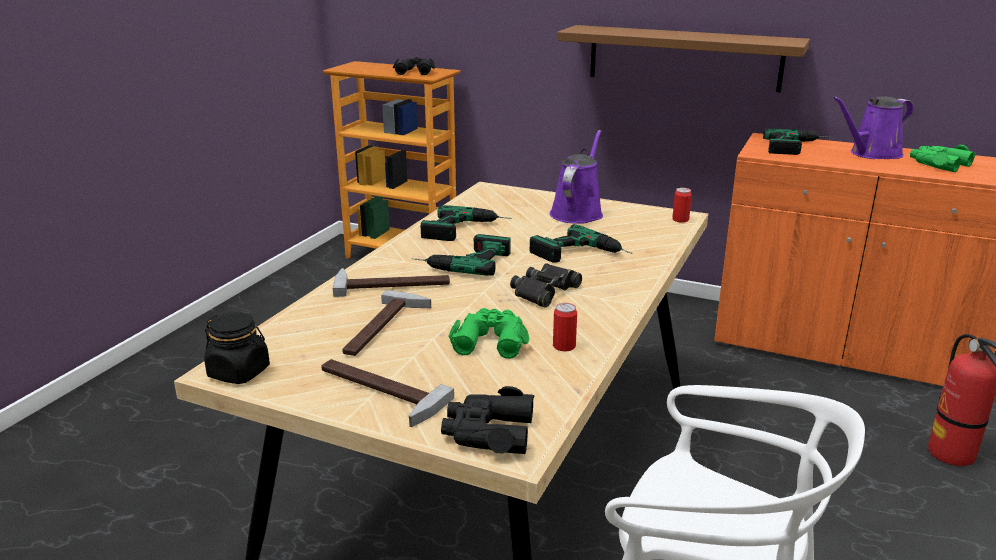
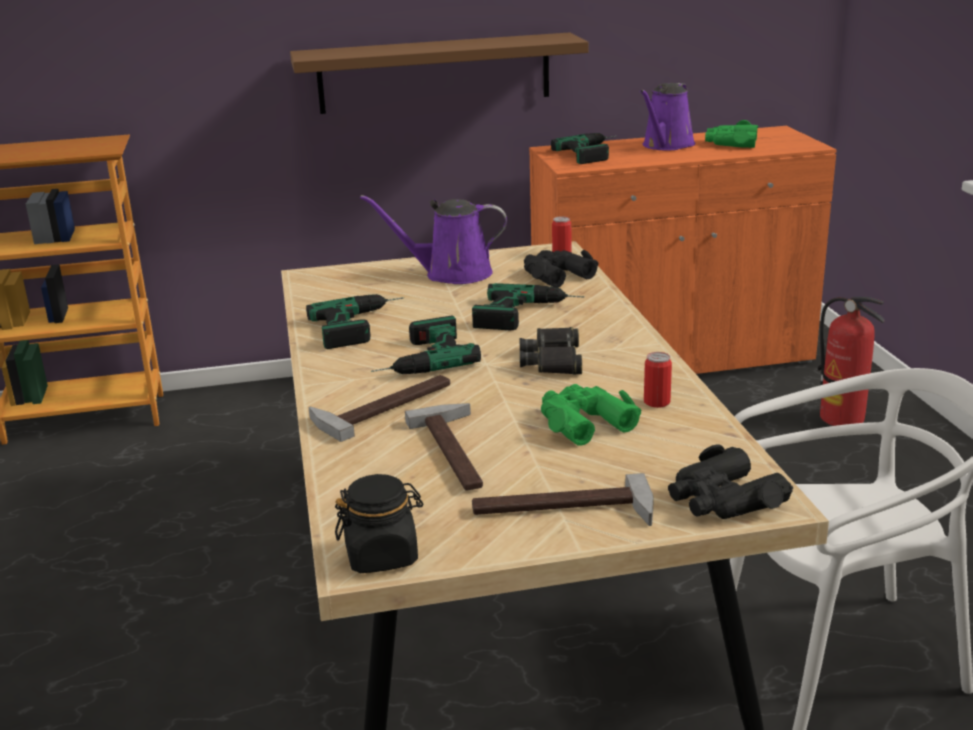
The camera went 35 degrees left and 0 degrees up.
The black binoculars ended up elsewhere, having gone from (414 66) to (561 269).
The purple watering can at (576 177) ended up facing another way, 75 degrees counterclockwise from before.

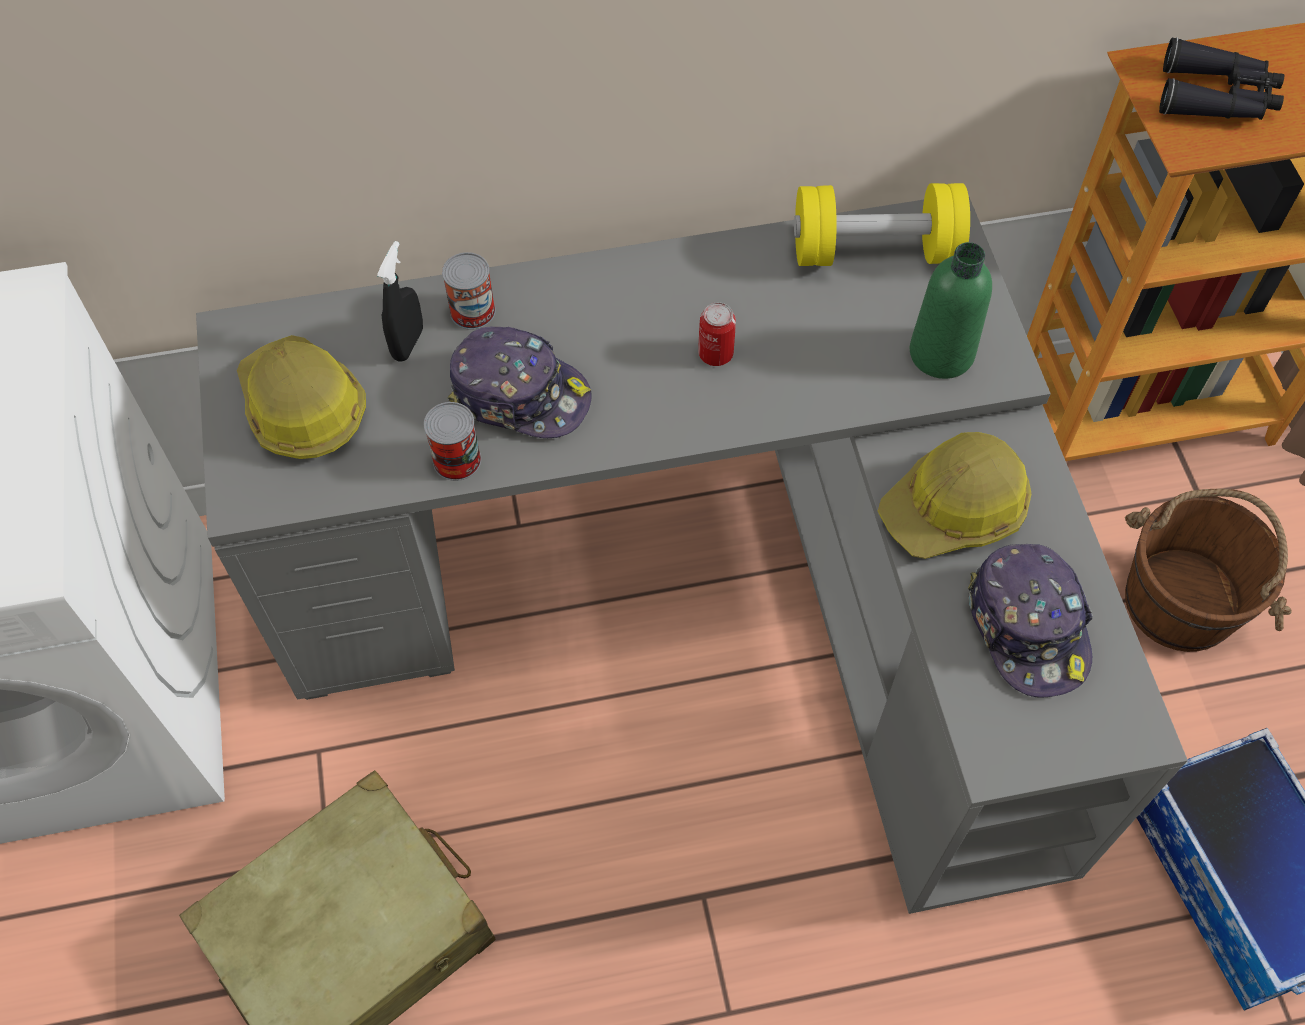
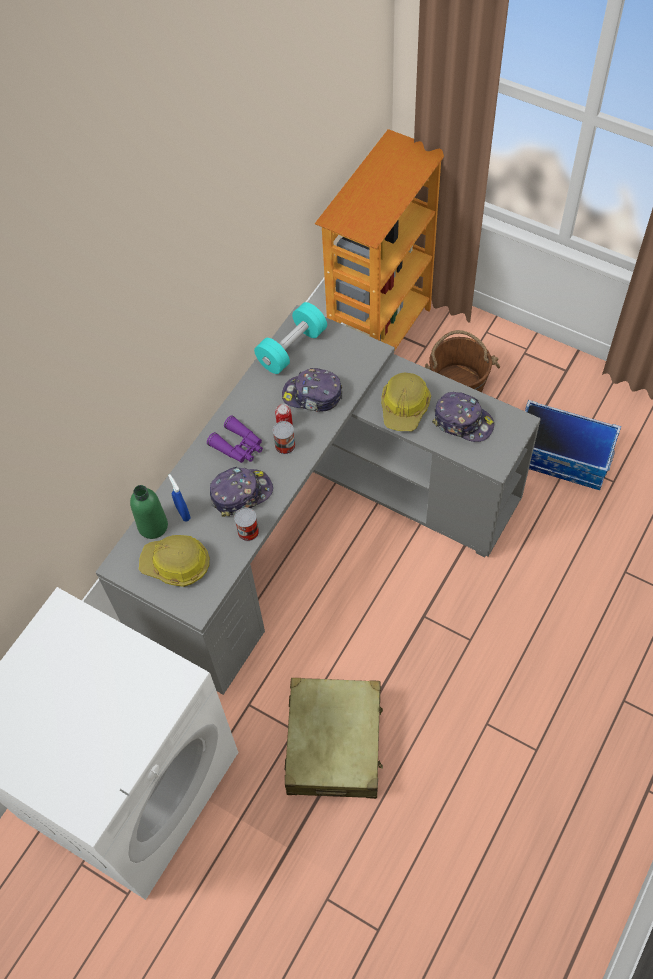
The camera went 45 degrees left and 0 degrees up.
The second view lost the black binoculars at (1221 78).
The second view gained the purple binoculars at (235 439).
The second view gained the cap at (312 390).
The can ended up elsewhere, having gone from (469 291) to (284 437).
The green bottle ended up elsewhere, having gone from (951 310) to (149 512).
What was the black spray bottle at (400 301) turned into the blue spray bottle at (179 498).
What was the yellow dumbbell at (882 224) turned into the turquoise dumbbell at (290 338).

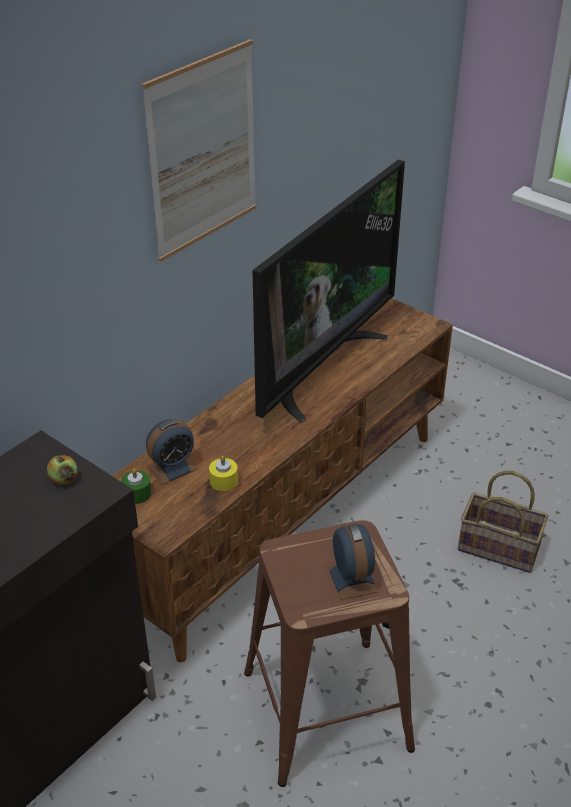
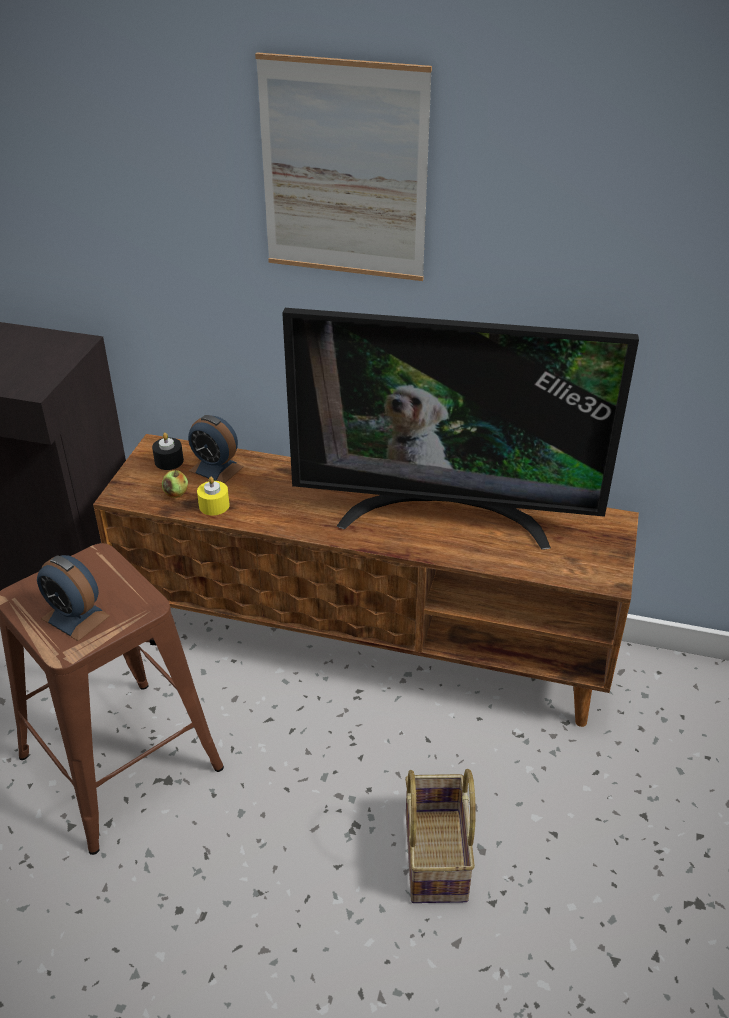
The camera went 65 degrees right and 0 degrees up.
The apple ended up elsewhere, having gone from (62 469) to (175 483).
What was the green candle at (136 486) turned into the black candle at (168 451).
The alarm clock at (352 561) ended up facing another way, 75 degrees clockwise from before.

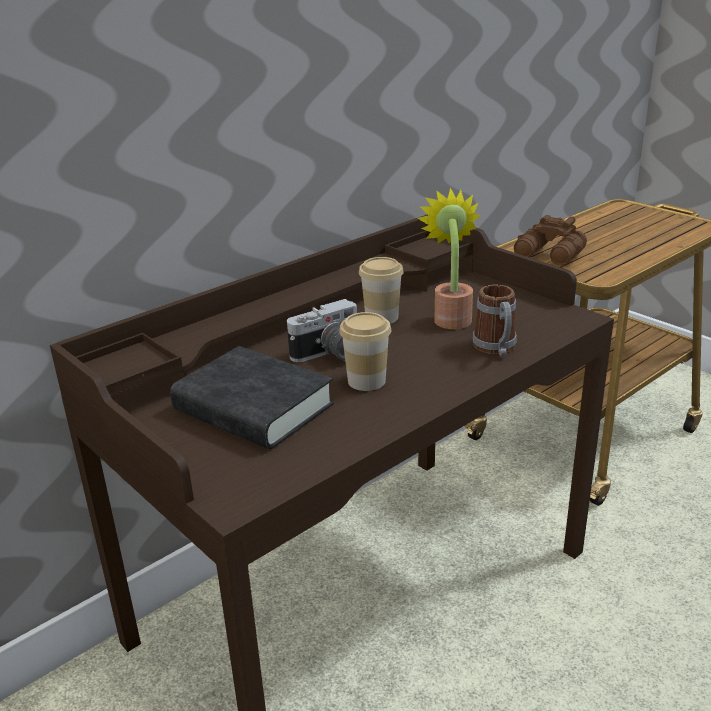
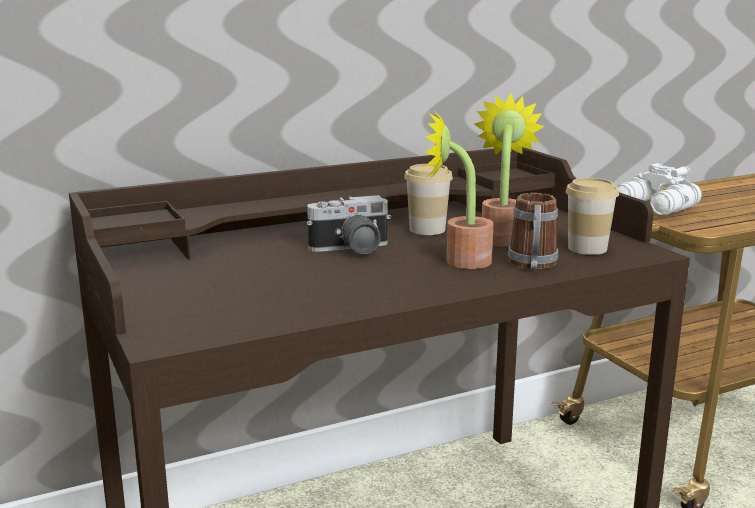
The camera went 15 degrees right and 10 degrees down.
The second view lost the black book at (252 397).
The second view gained the potted plant at (459 188).
The cup ended up elsewhere, having gone from (365 351) to (592 216).
What was the brown binoculars at (550 240) turned into the white binoculars at (659 189).

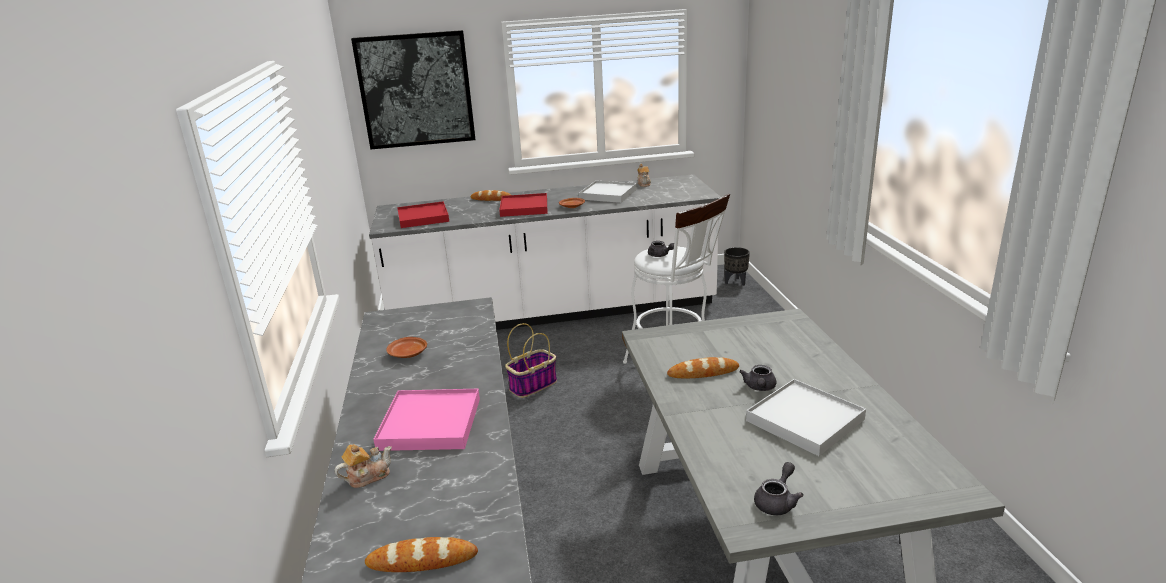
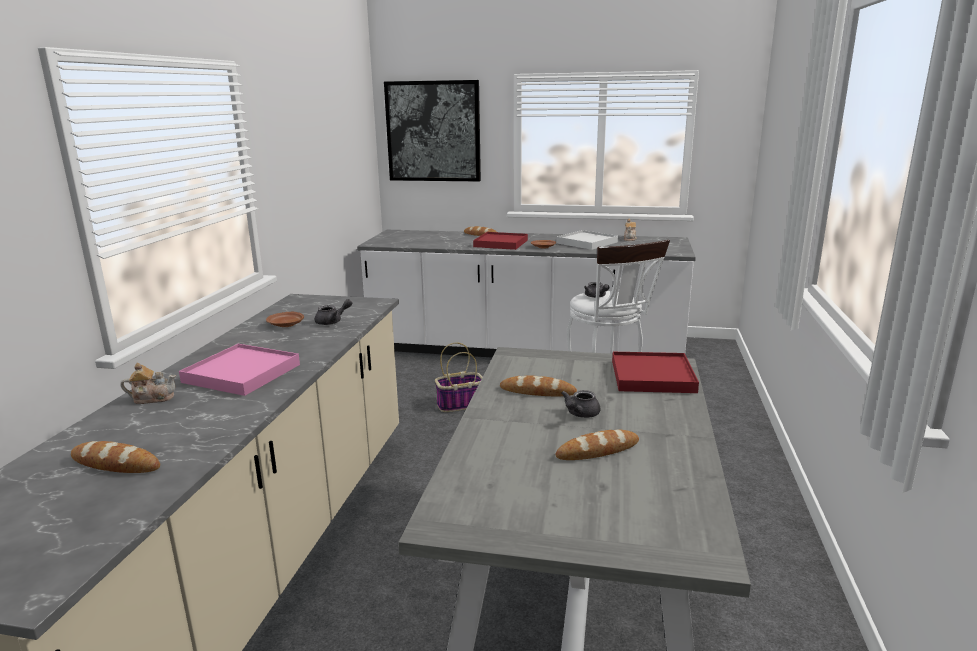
The camera went 20 degrees right and 5 degrees down.
The second view lost the black planter at (737 266).
The red tray ended up elsewhere, having gone from (423 214) to (655 372).
The grey teapot ended up elsewhere, having gone from (779 488) to (333 312).
Where the white tray stood at (806 417), the bread came to stand at (597 444).

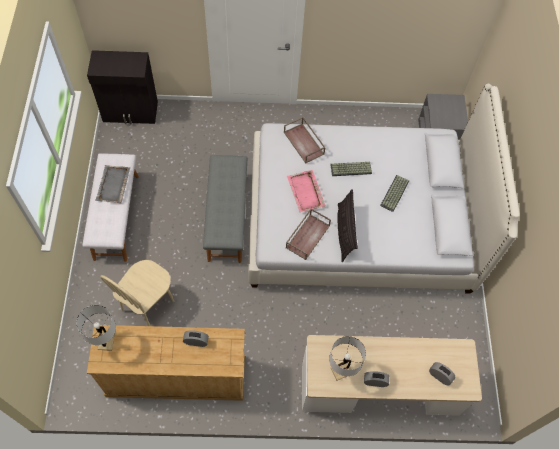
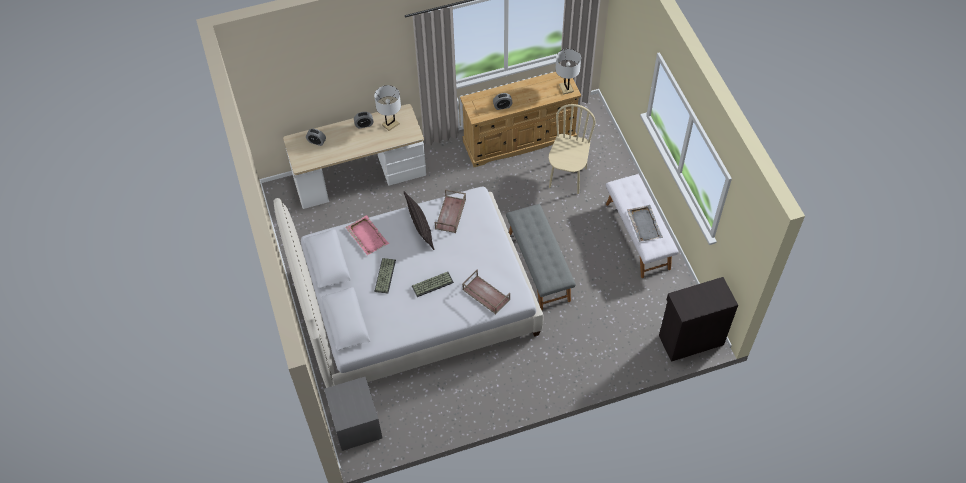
The camera went 165 degrees right and 5 degrees down.
The pink tray ended up elsewhere, having gone from (306 191) to (367 235).

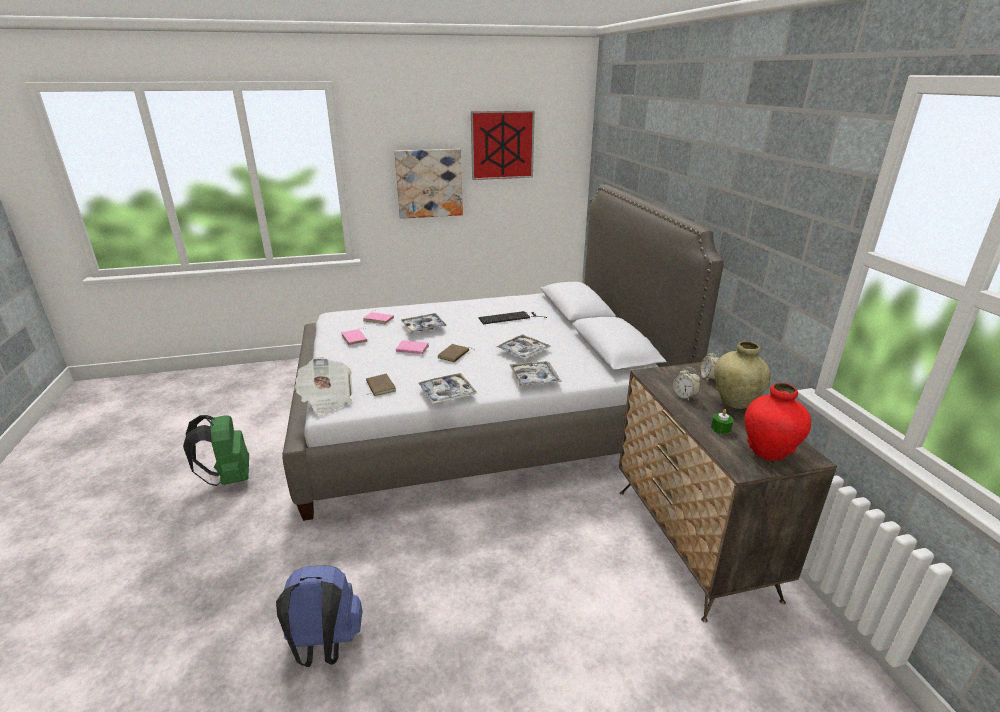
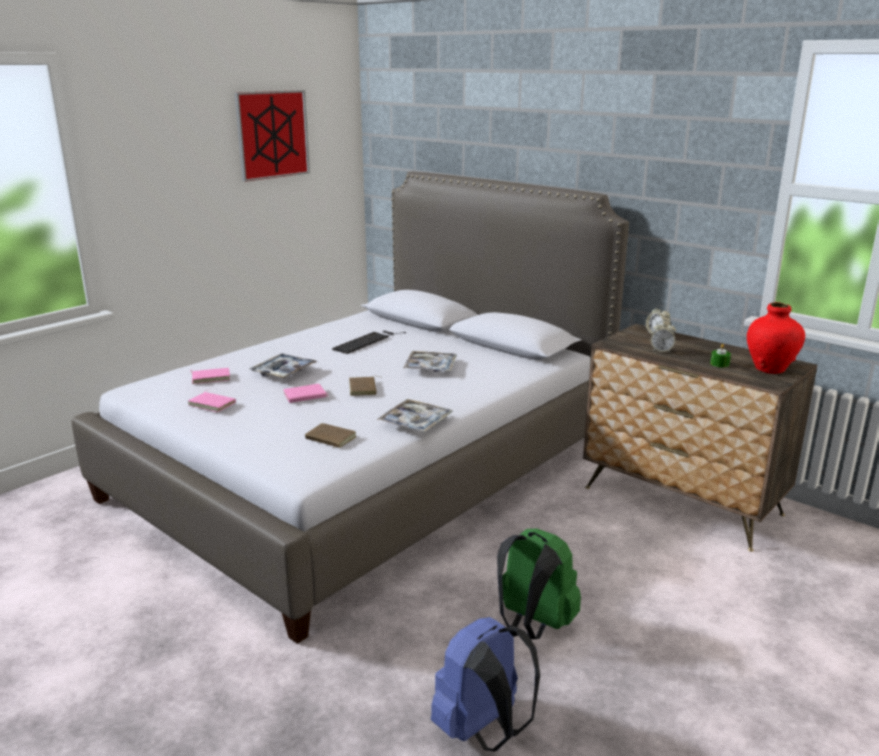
The camera went 35 degrees left and 5 degrees down.
The second view lost the newspaper at (323 386).
The second view lost the picture at (428 184).
The second view lost the tray at (535 373).
The second view lost the beige vase at (742 375).
The green backpack ended up elsewhere, having gone from (216 450) to (539 583).

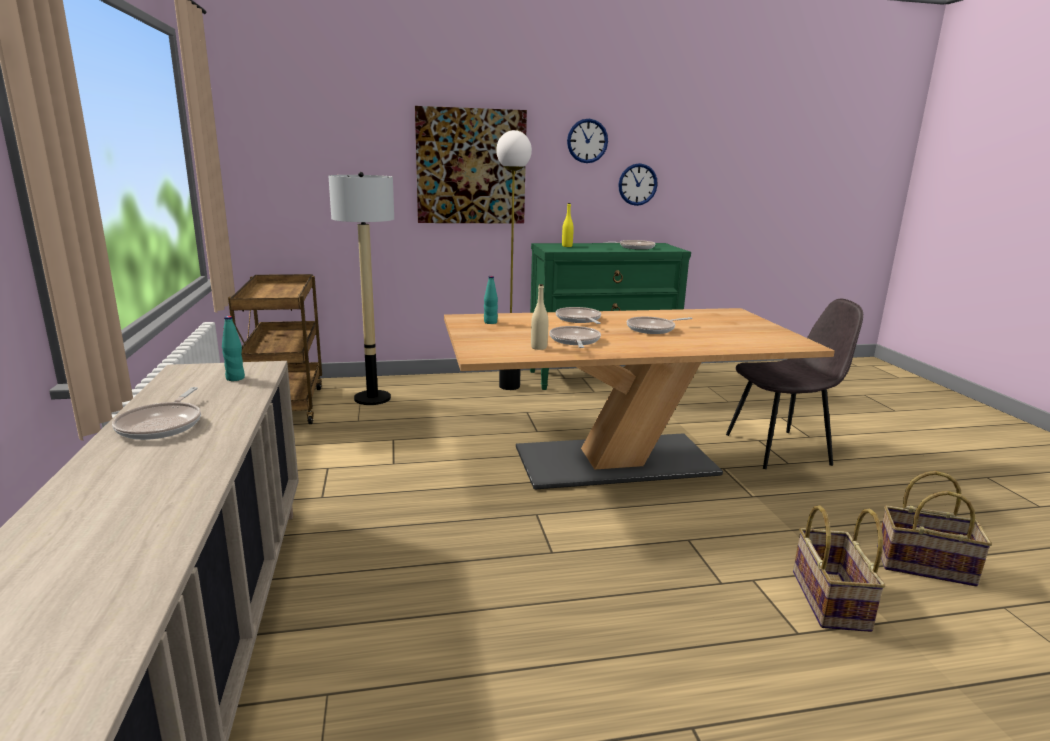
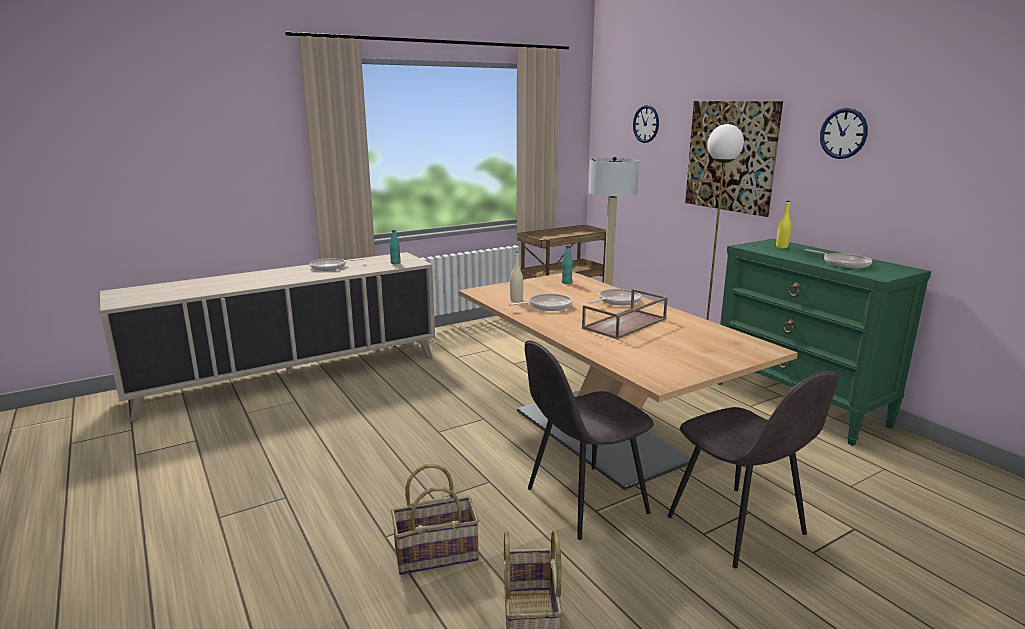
The camera went 70 degrees right and 0 degrees up.
The second view gained the grey chair at (589 440).
The wall clock ended up elsewhere, having gone from (638 184) to (646 124).
Where the frying pan stood at (660 325), the brown tray came to stand at (625 314).

